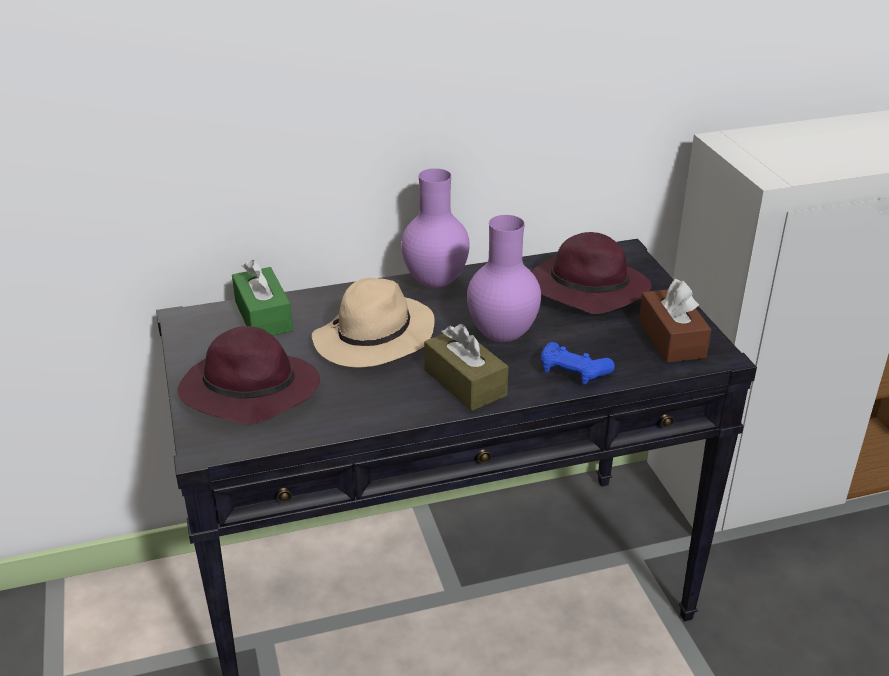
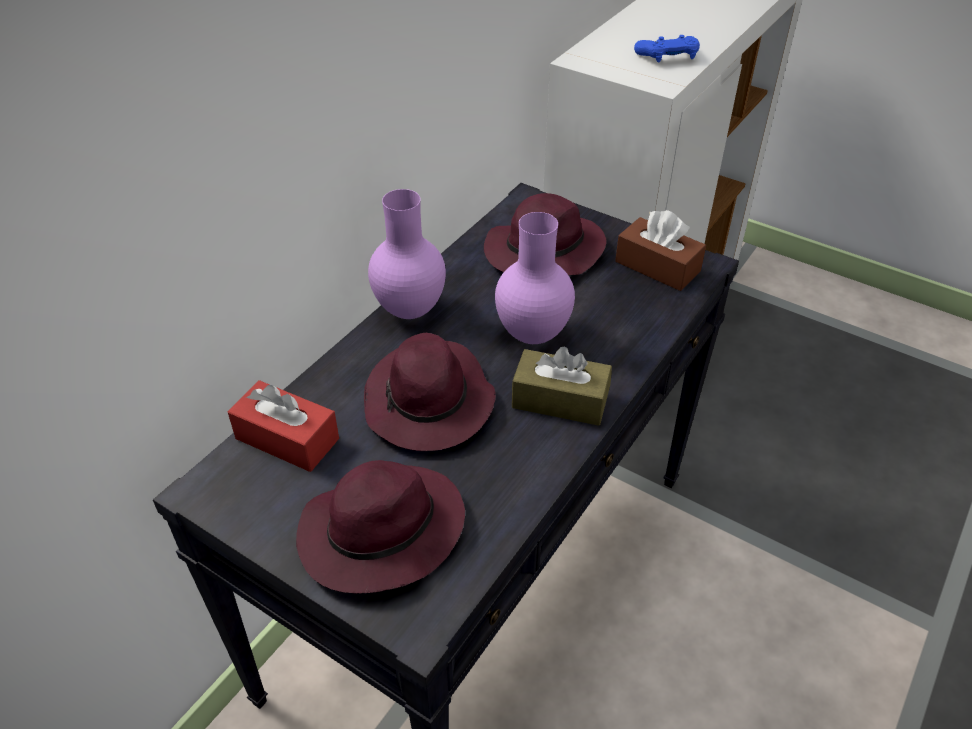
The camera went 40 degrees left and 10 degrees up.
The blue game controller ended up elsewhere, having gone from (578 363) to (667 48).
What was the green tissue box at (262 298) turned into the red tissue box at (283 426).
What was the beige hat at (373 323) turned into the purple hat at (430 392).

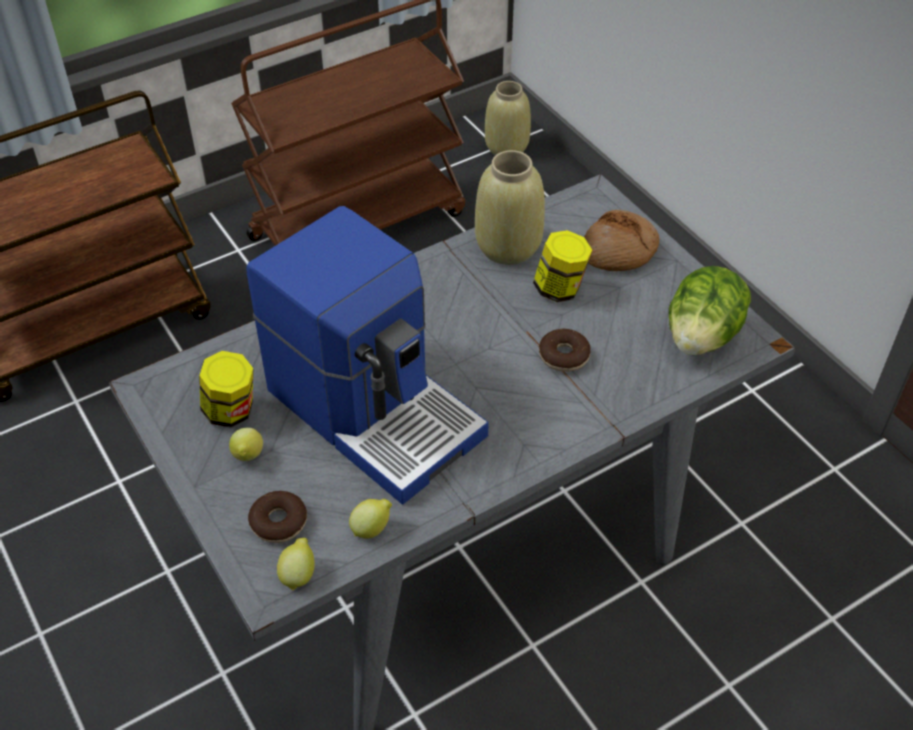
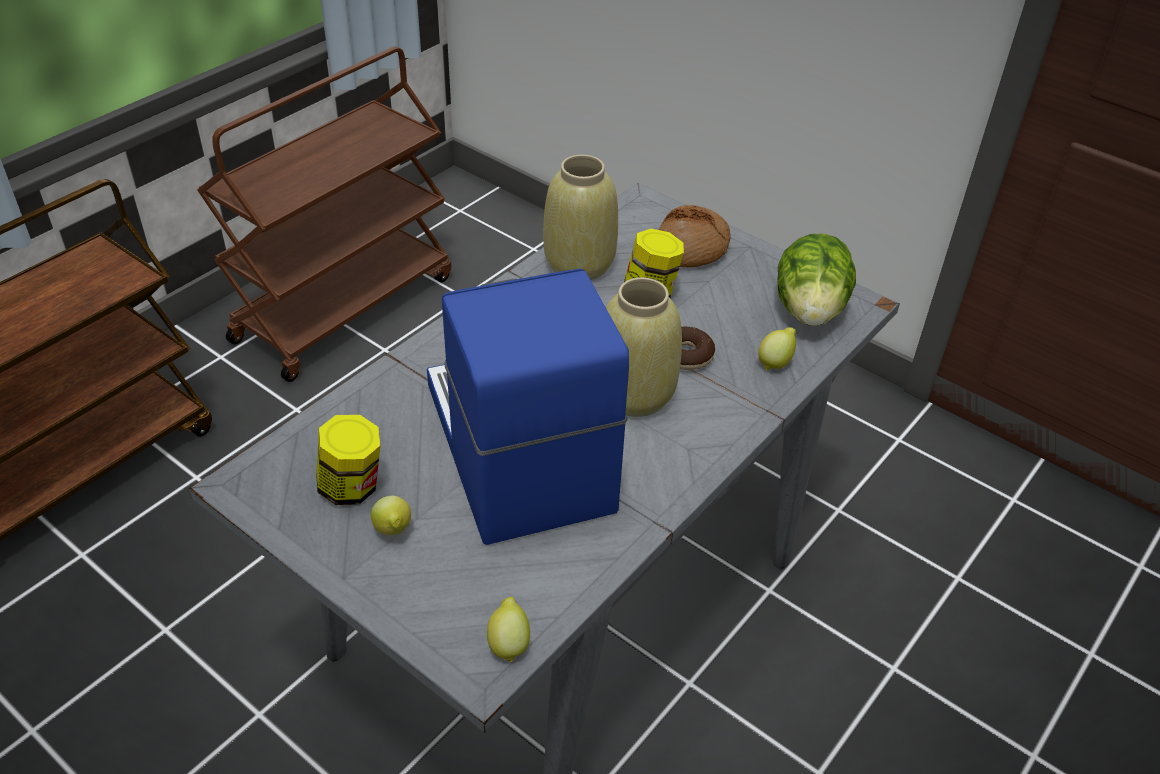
The camera went 20 degrees left and 5 degrees down.
The second view lost the donut at (277 517).
The lemon ended up elsewhere, having gone from (370 519) to (777 348).
The beige vase ended up elsewhere, having gone from (508 118) to (644 347).
The coffee machine at (367 355) ended up facing another way, 135 degrees counterclockwise from before.

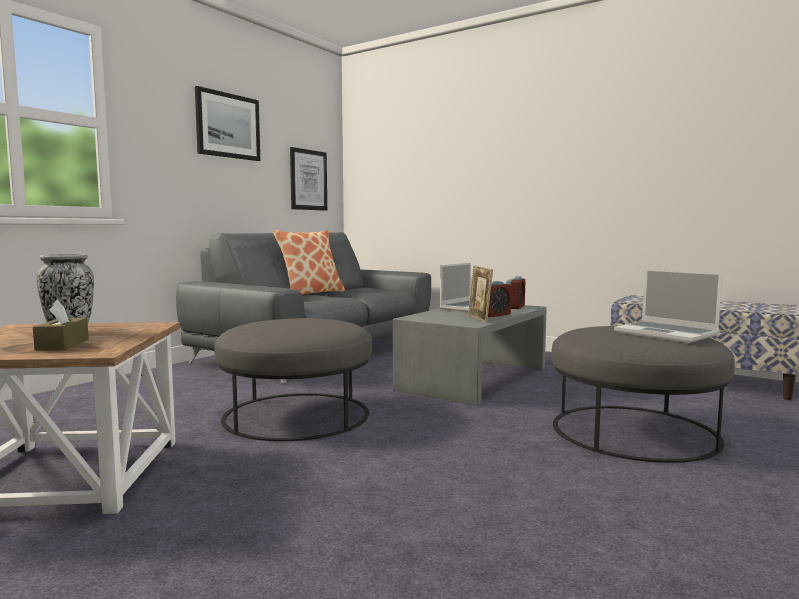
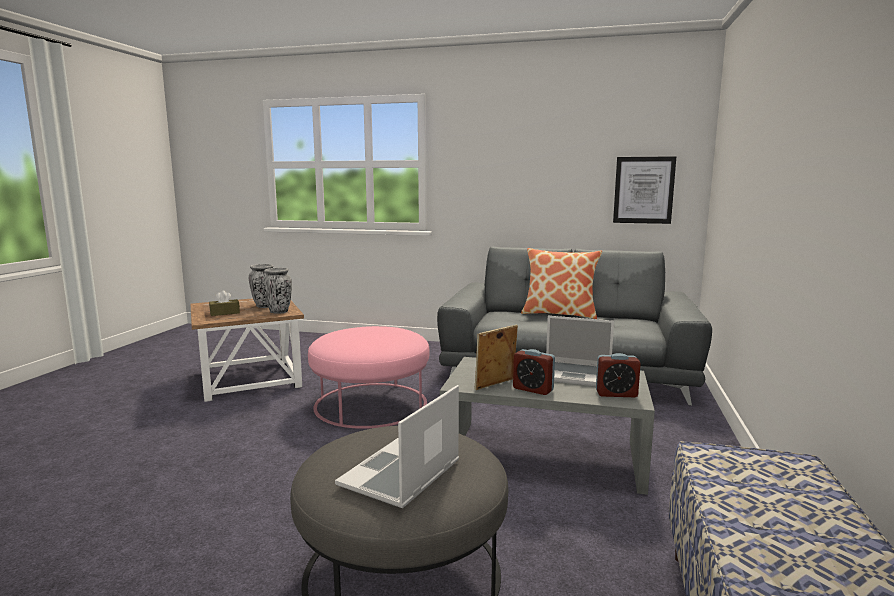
The camera went 70 degrees right and 5 degrees up.
The second view lost the picture at (227 123).
The second view gained the vase at (277 291).
What was the grey ottoman at (293 379) turned into the pink ottoman at (369 377).

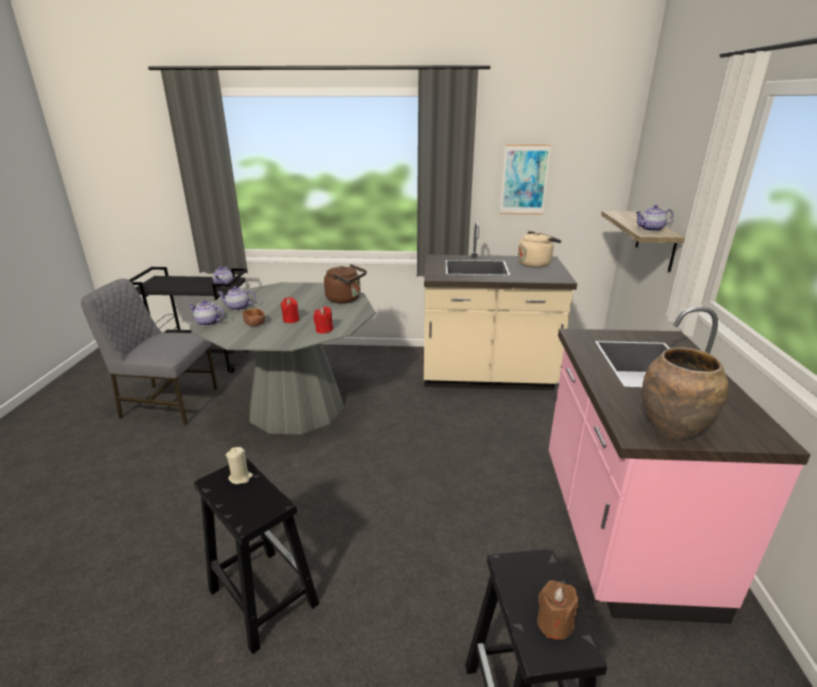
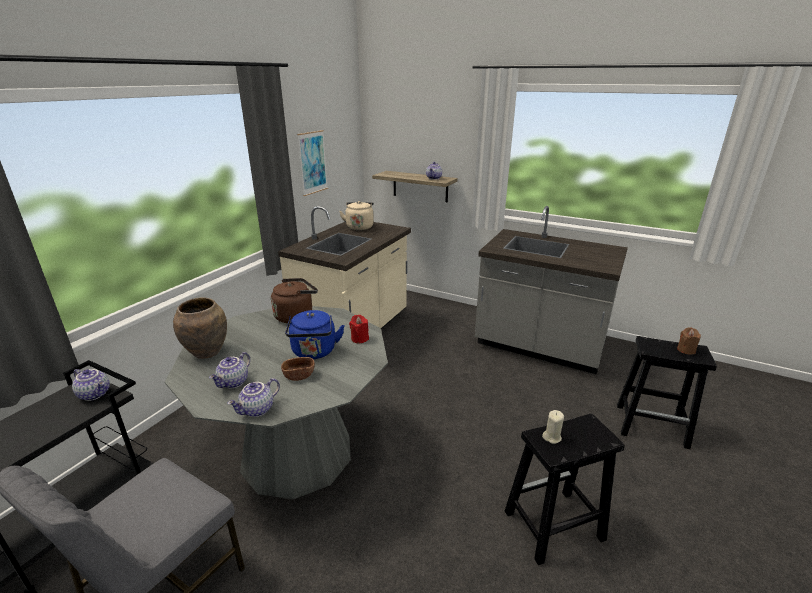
The camera went 65 degrees left and 0 degrees up.
The brown vase ended up elsewhere, having gone from (685 394) to (200 328).
Where the red candle stood at (290 310), the blue kettle came to stand at (315 334).
What was the pink counter at (680 465) turned into the grey counter at (551 290).

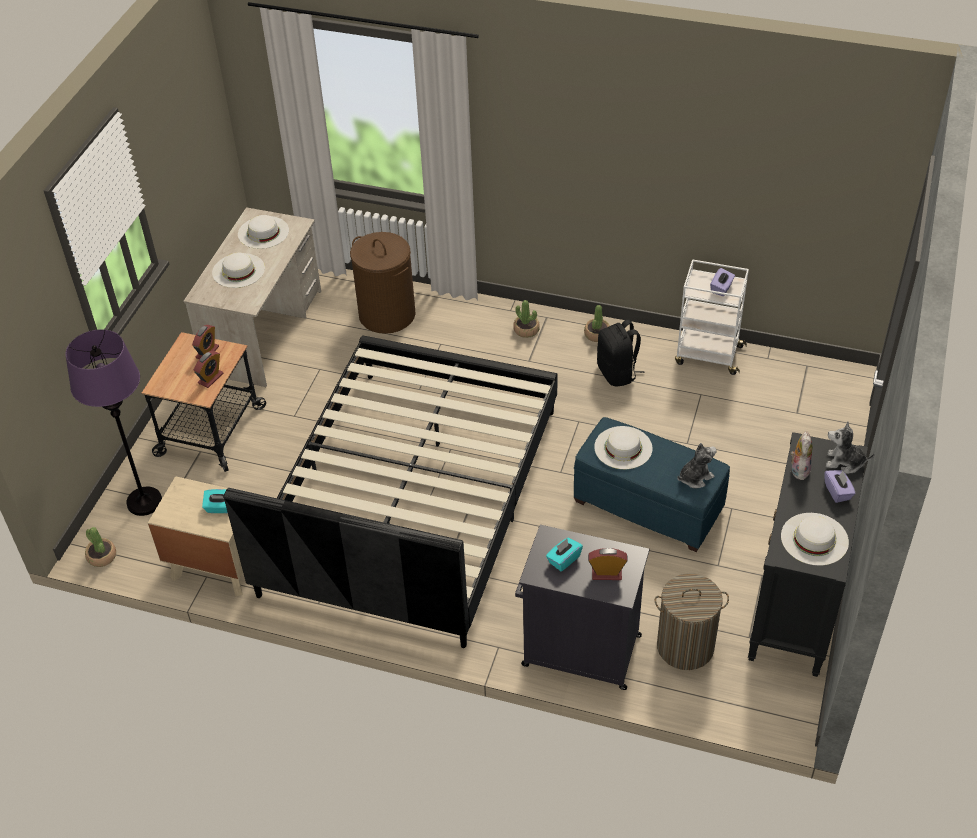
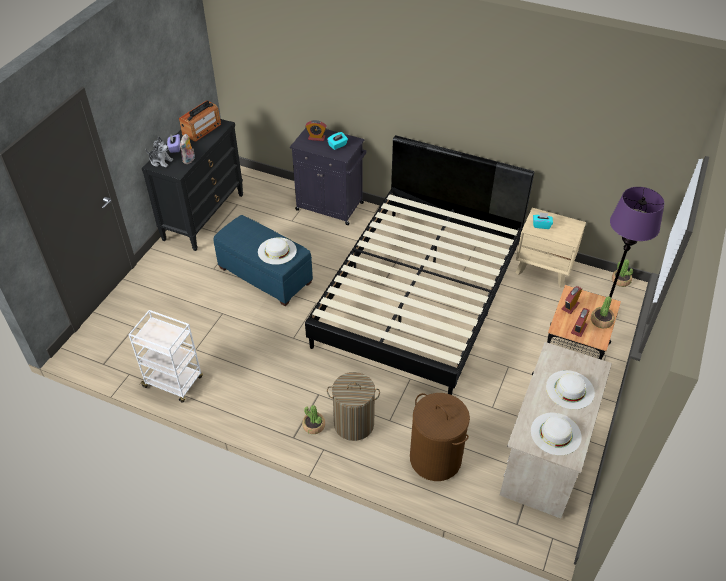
The camera went 175 degrees left and 0 degrees up.
The second view lost the black backpack at (620 353).
The second view lost the plush toy at (697 465).
The second view lost the purple tissue box at (722 282).
The potted plant ended up elsewhere, having gone from (597 323) to (603 312).
The laundry basket ended up elsewhere, having gone from (692 621) to (353 406).
Where the white hat stood at (815 539), the radio came to stand at (200 121).

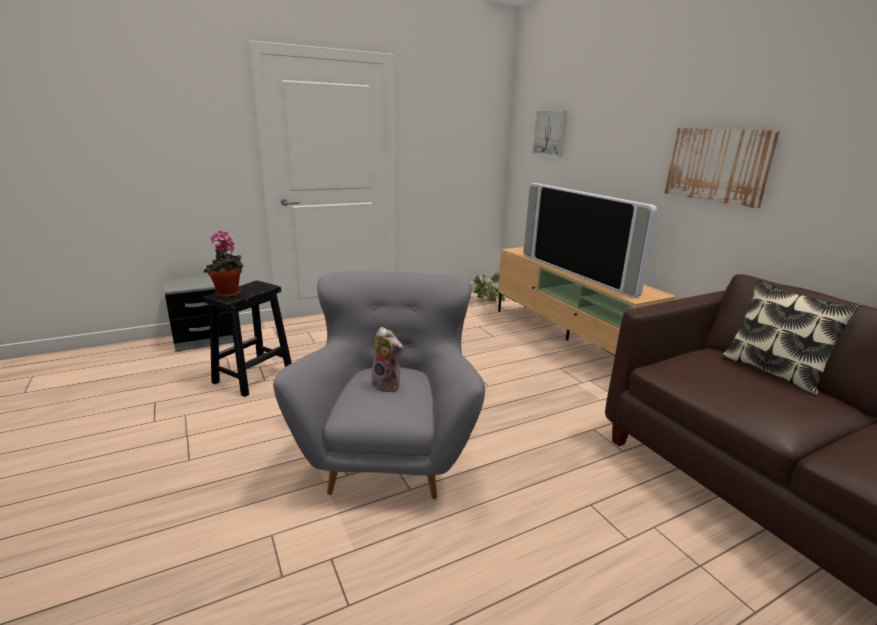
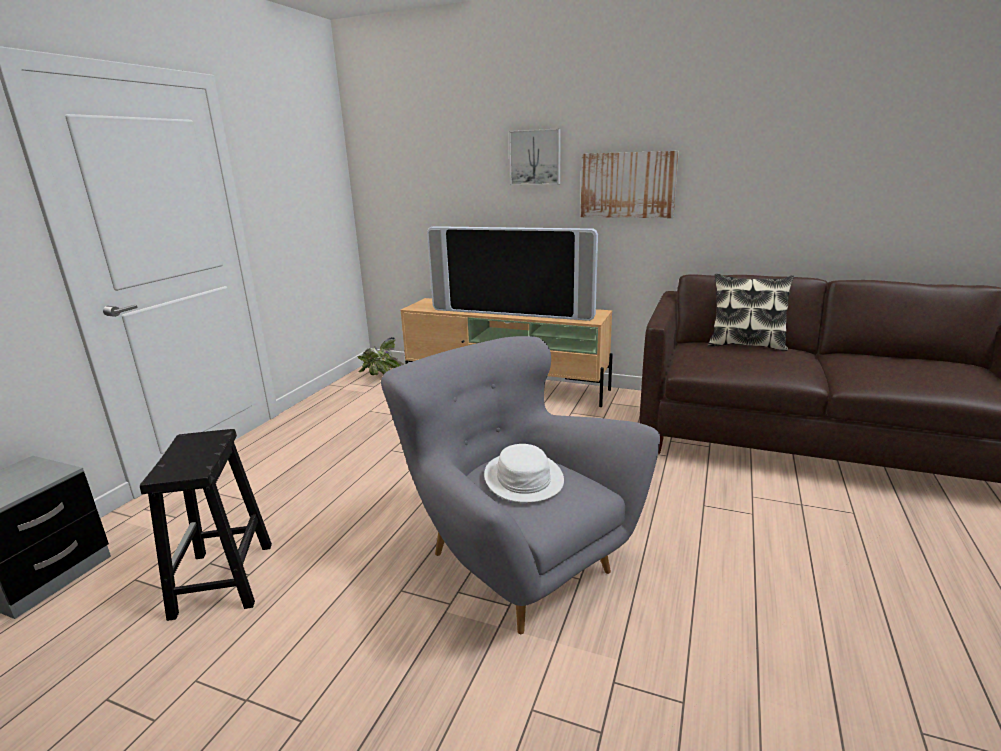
The camera went 40 degrees left and 0 degrees up.
The second view lost the potted plant at (223 264).
The picture ended up elsewhere, having gone from (550 134) to (535 156).
Where the plush toy stood at (386 360), the white hat came to stand at (524 473).

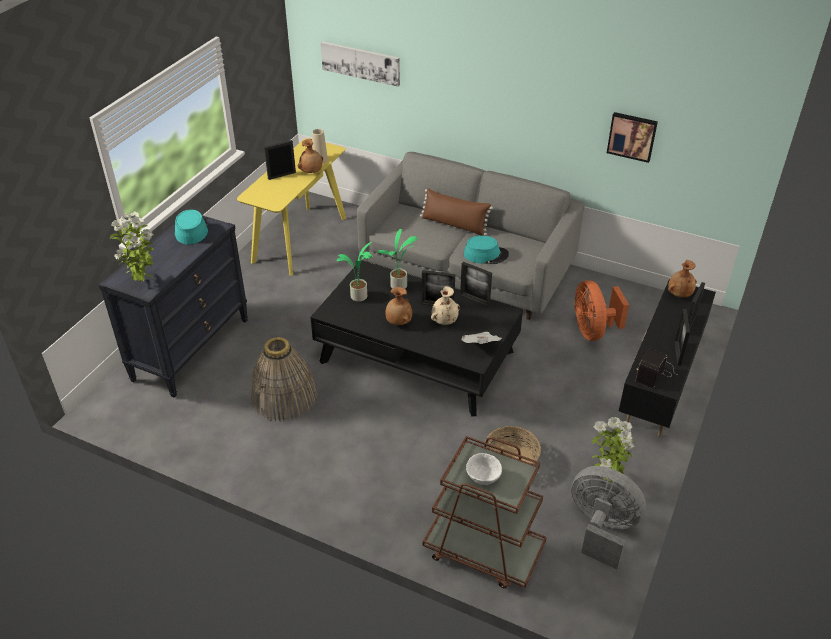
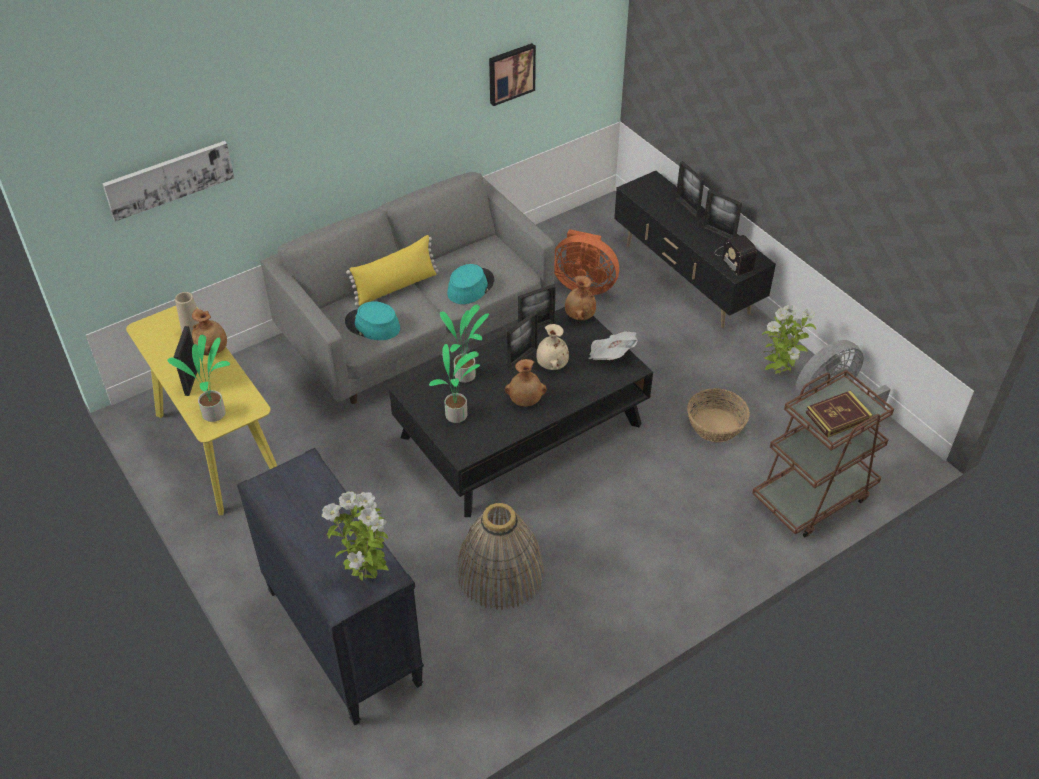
The camera went 60 degrees left and 5 degrees up.
The second view gained the potted plant at (198 378).
The turquoise hat ended up elsewhere, having gone from (191 226) to (372 320).
The brown vase ended up elsewhere, having gone from (682 278) to (580 298).
Where the white bowl stood at (484 469), the book came to stand at (839 414).
What was the brown pillow at (456 212) turned into the yellow pillow at (392 270).

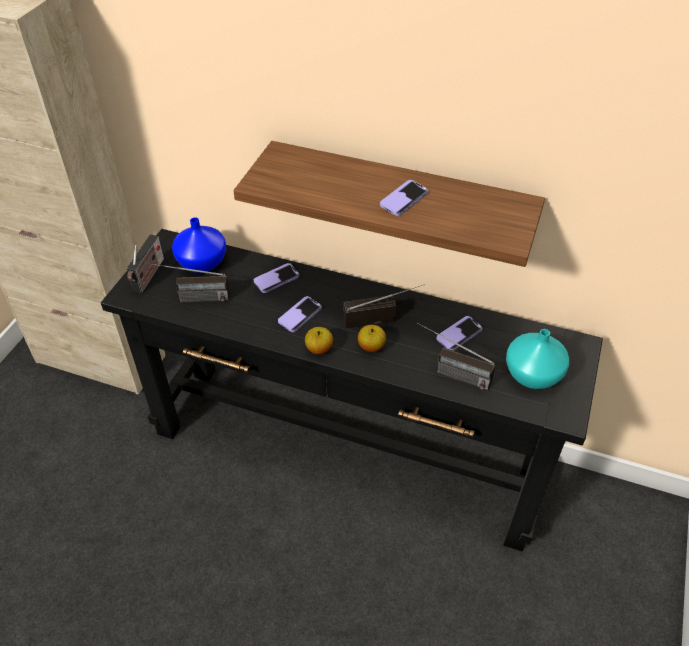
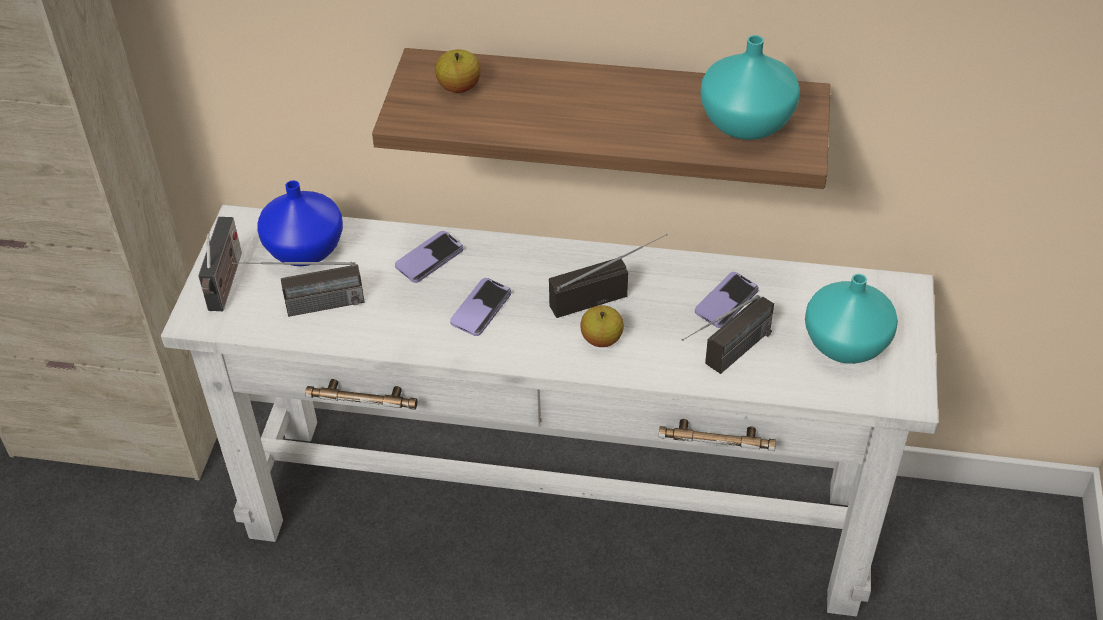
The camera went 10 degrees left and 0 degrees up.
The second view lost the phone at (404 198).
The second view gained the turquoise vase at (750 87).
The apple ended up elsewhere, having gone from (319 340) to (458 71).
What was the black console table at (352 390) turned into the white console table at (550 410).
The radio at (456 356) ended up facing another way, 60 degrees counterclockwise from before.

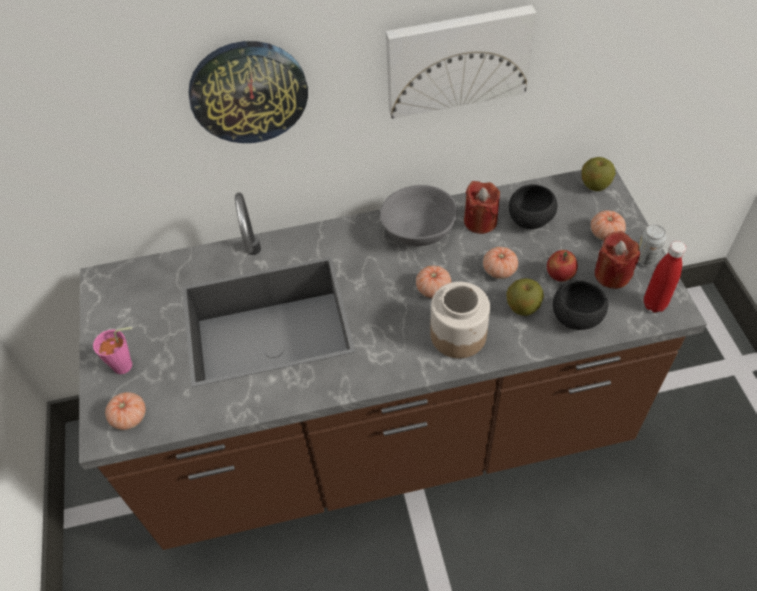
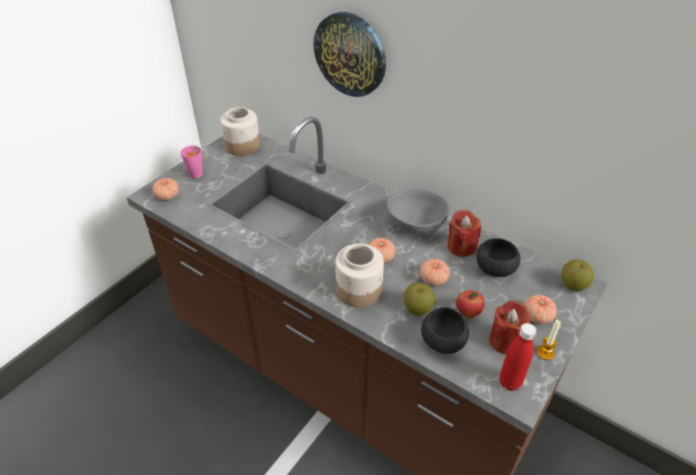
The camera went 45 degrees right and 10 degrees down.
The second view lost the picture at (461 62).
The second view gained the jar at (240 131).
Where the can stood at (652 245), the candle came to stand at (549 340).

